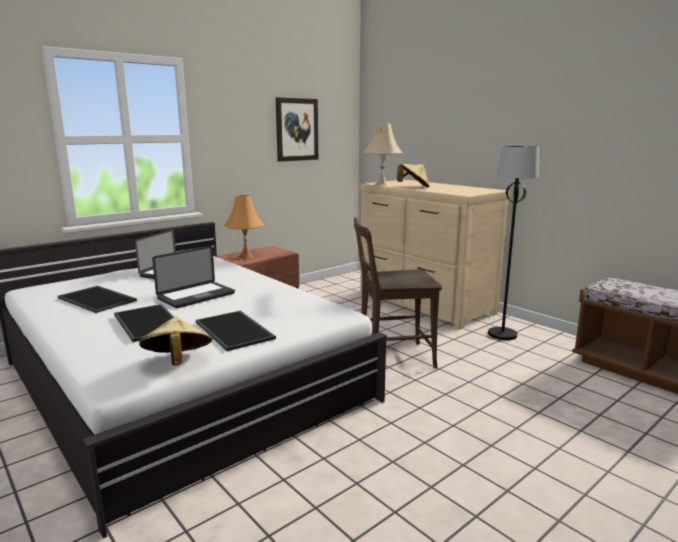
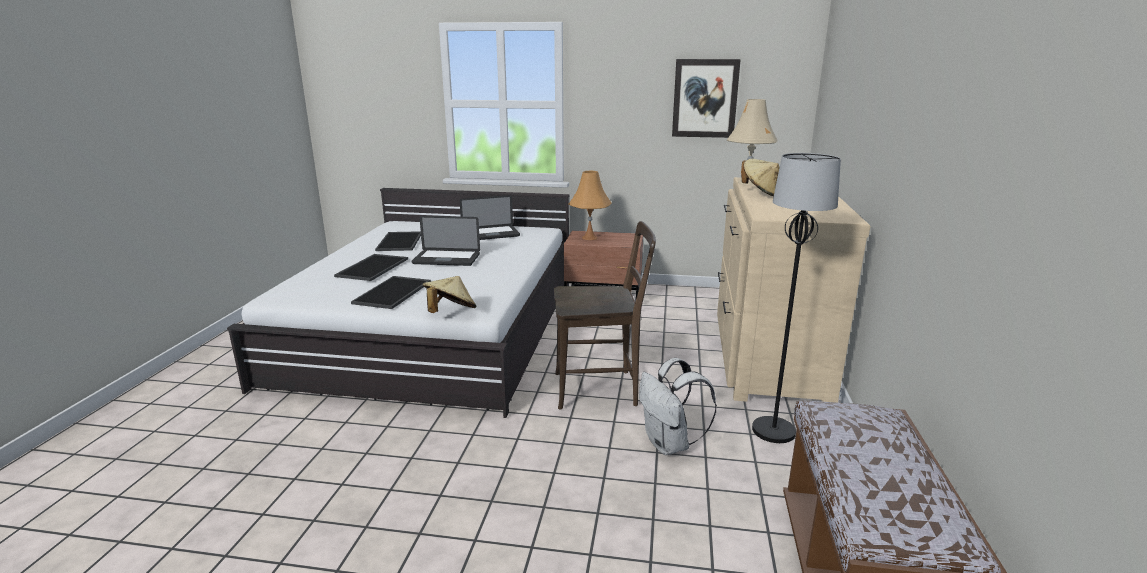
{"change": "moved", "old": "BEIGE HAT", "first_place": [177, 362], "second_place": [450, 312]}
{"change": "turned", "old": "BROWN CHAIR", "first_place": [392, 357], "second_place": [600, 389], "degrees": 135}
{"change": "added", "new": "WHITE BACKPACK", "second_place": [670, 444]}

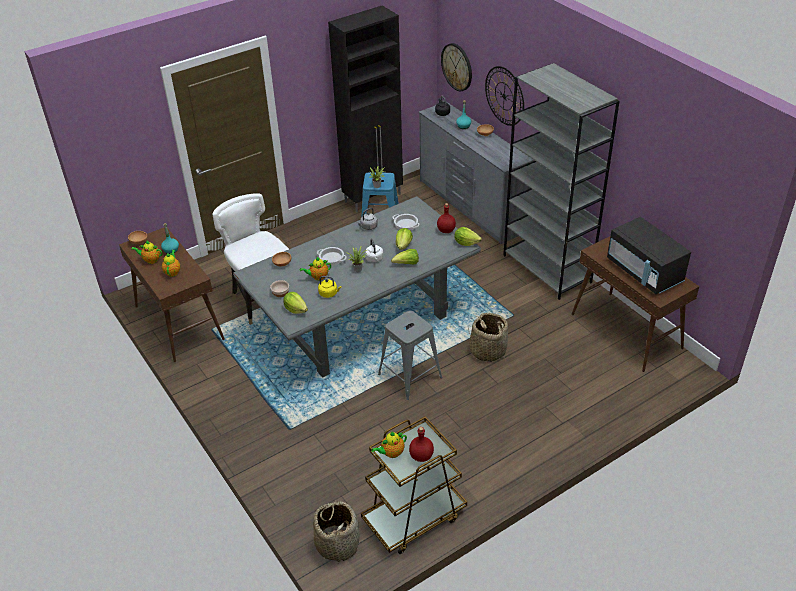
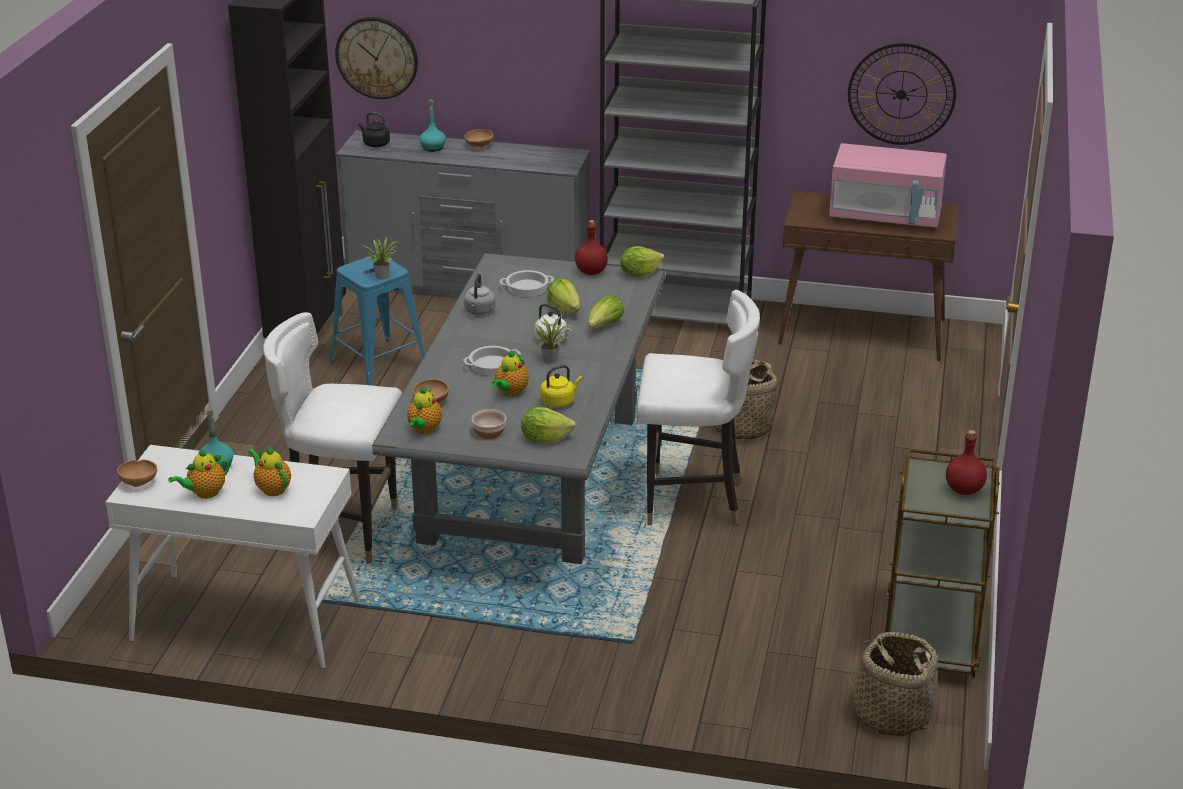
{"change": "recoloured", "old": "BROWN CONSOLE TABLE", "new": "WHITE CONSOLE TABLE", "first_place": [178, 323], "second_place": [244, 621]}
{"change": "moved", "old": "TEAPOT", "first_place": [391, 453], "second_place": [424, 430]}
{"change": "replaced", "old": "GREY STOOL", "new": "WHITE CHAIR", "first_place": [410, 376], "second_place": [691, 501]}
{"change": "recoloured", "old": "BLACK MICROWAVE", "new": "PINK MICROWAVE", "first_place": [644, 272], "second_place": [885, 216]}
{"change": "moved", "old": "WALL CLOCK", "first_place": [504, 96], "second_place": [901, 94]}

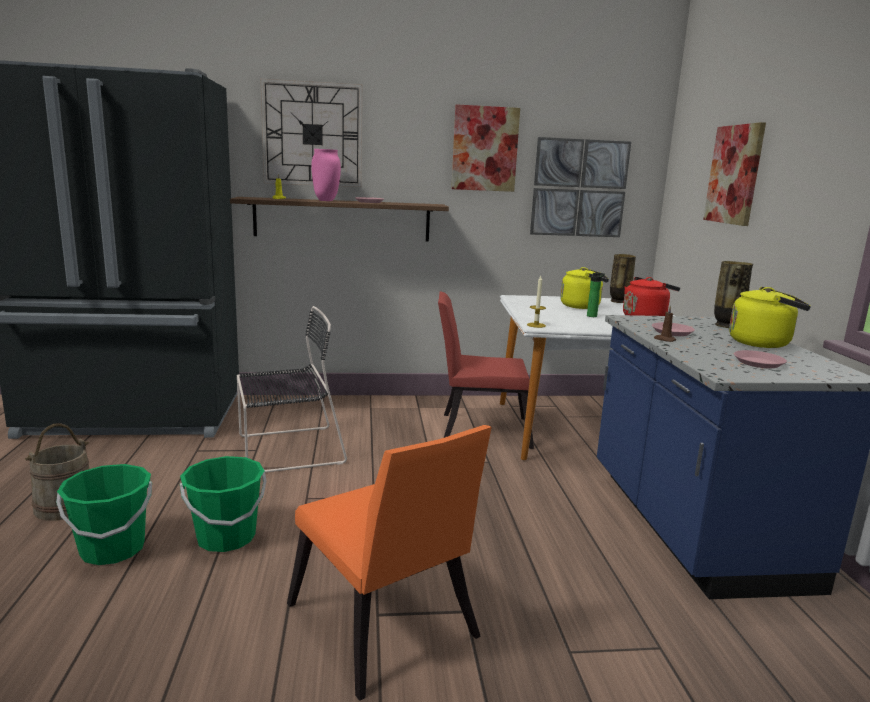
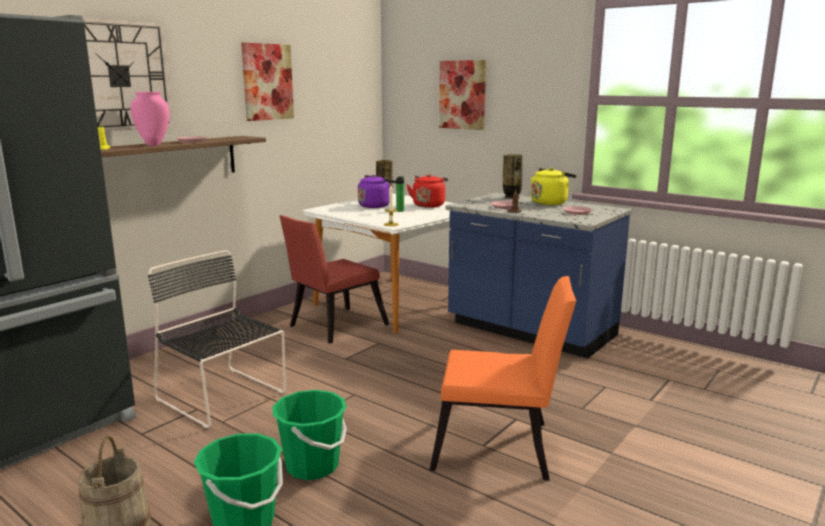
{"change": "turned", "old": "BLACK CHAIR", "first_place": [286, 450], "second_place": [223, 397], "degrees": -75}
{"change": "recoloured", "old": "YELLOW KETTLE", "new": "PURPLE KETTLE", "first_place": [582, 306], "second_place": [375, 206]}
{"change": "removed", "old": "PICTURE", "first_place": [579, 188]}

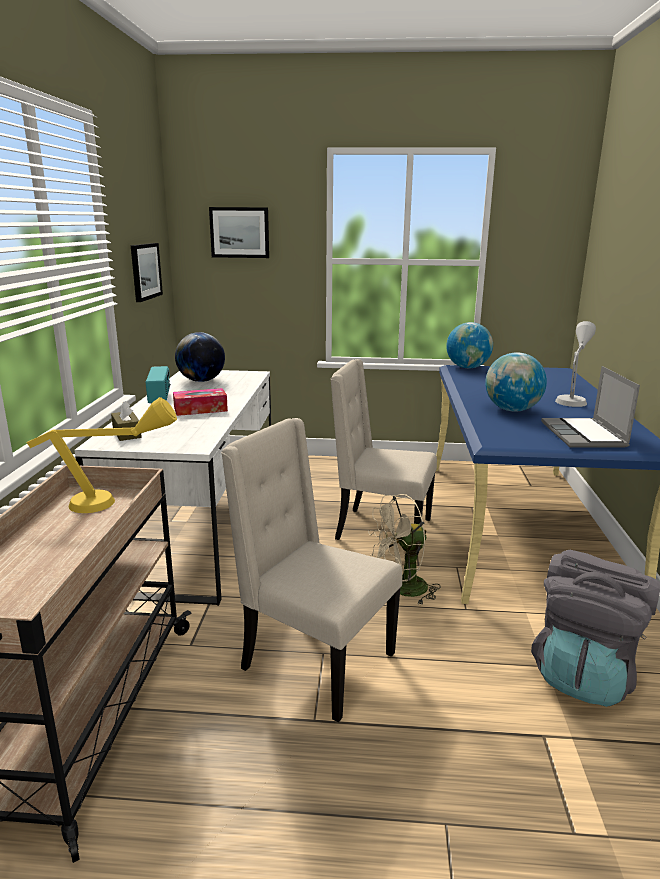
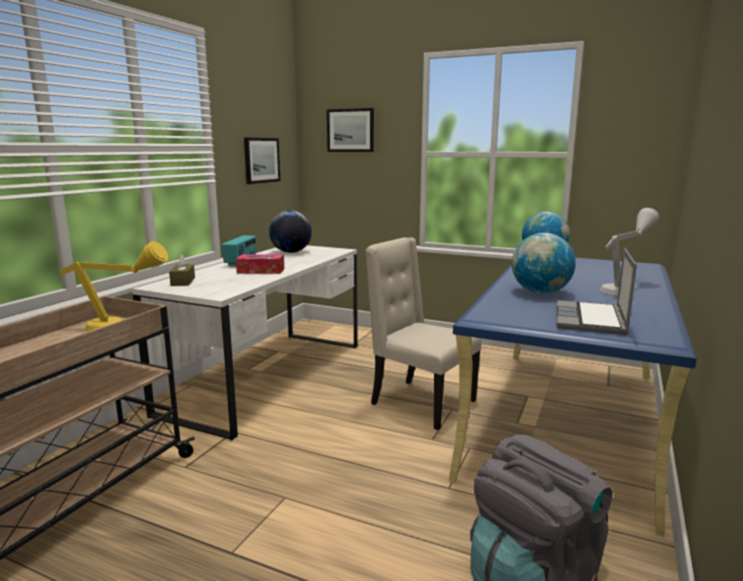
{"change": "removed", "old": "BEIGE CHAIR", "first_place": [314, 662]}
{"change": "removed", "old": "BEIGE FAN", "first_place": [401, 589]}

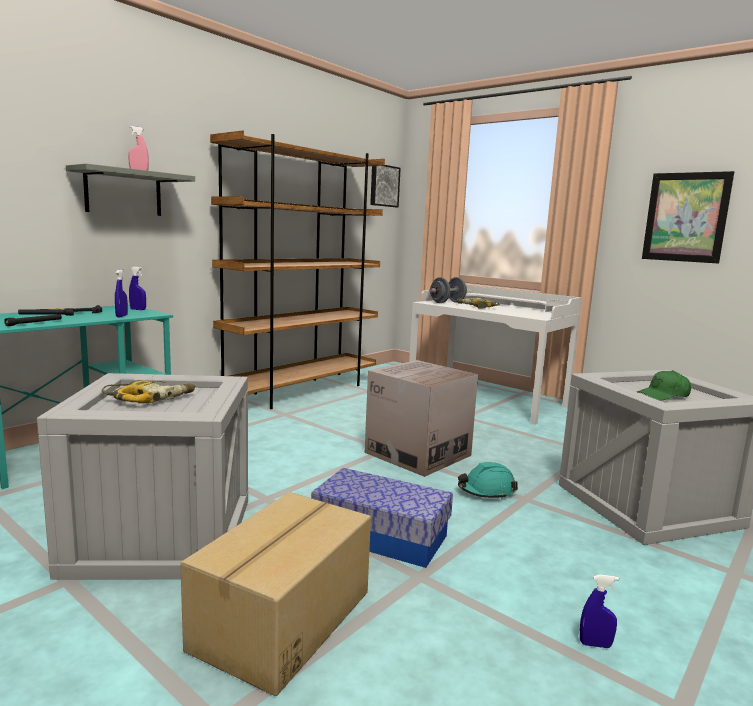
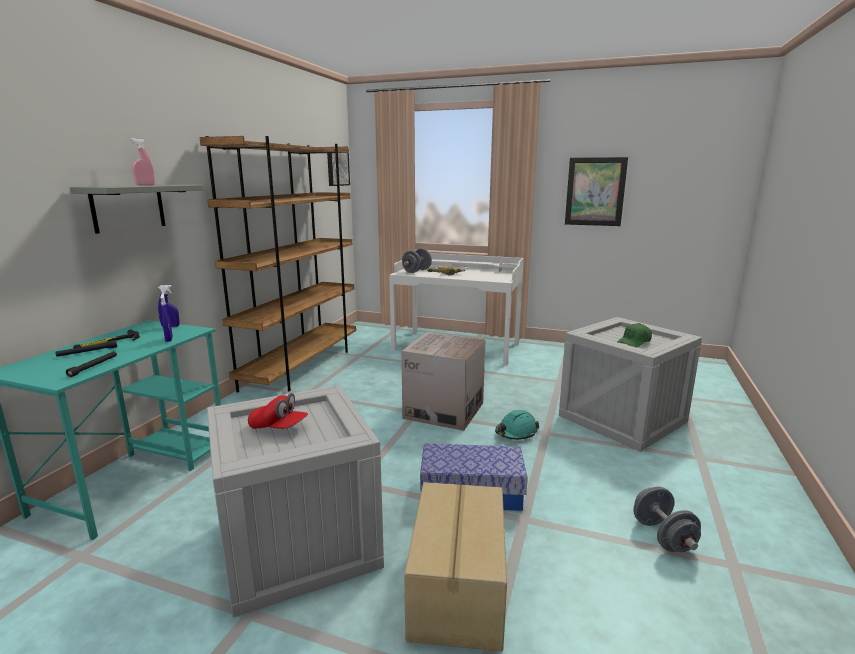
{"change": "replaced", "old": "POWER DRILL", "new": "RED CAP", "first_place": [151, 398], "second_place": [278, 427]}
{"change": "replaced", "old": "BLUE SPRAY BOTTLE", "new": "GREY DUMBBELL", "first_place": [595, 644], "second_place": [663, 536]}

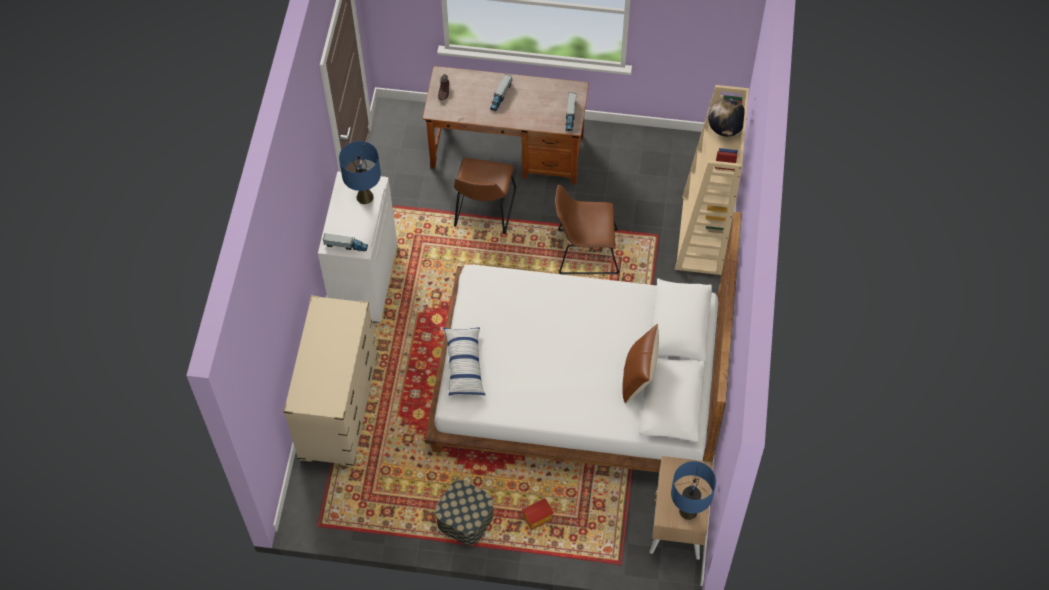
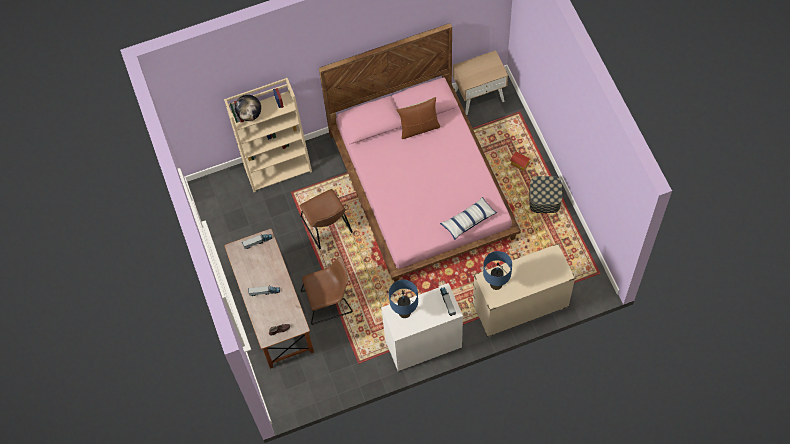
{"change": "recoloured", "old": "WHITE BED", "new": "PINK BED", "first_place": [578, 383], "second_place": [422, 185]}
{"change": "moved", "old": "BLUE TABLE LAMP", "first_place": [688, 510], "second_place": [496, 284]}

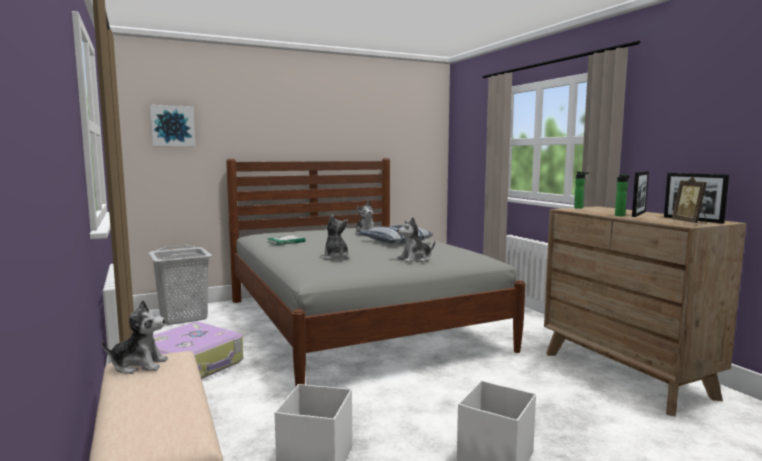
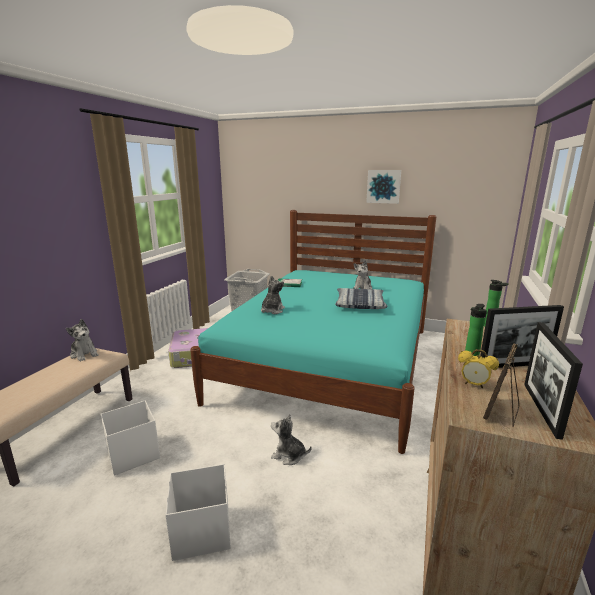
{"change": "recoloured", "old": "GREY BED", "new": "TURQUOISE BED", "first_place": [356, 323], "second_place": [330, 362]}
{"change": "moved", "old": "PLUSH TOY", "first_place": [415, 259], "second_place": [289, 455]}
{"change": "moved", "old": "PICTURE", "first_place": [172, 126], "second_place": [383, 186]}
{"change": "added", "new": "ALARM CLOCK", "second_place": [474, 385]}

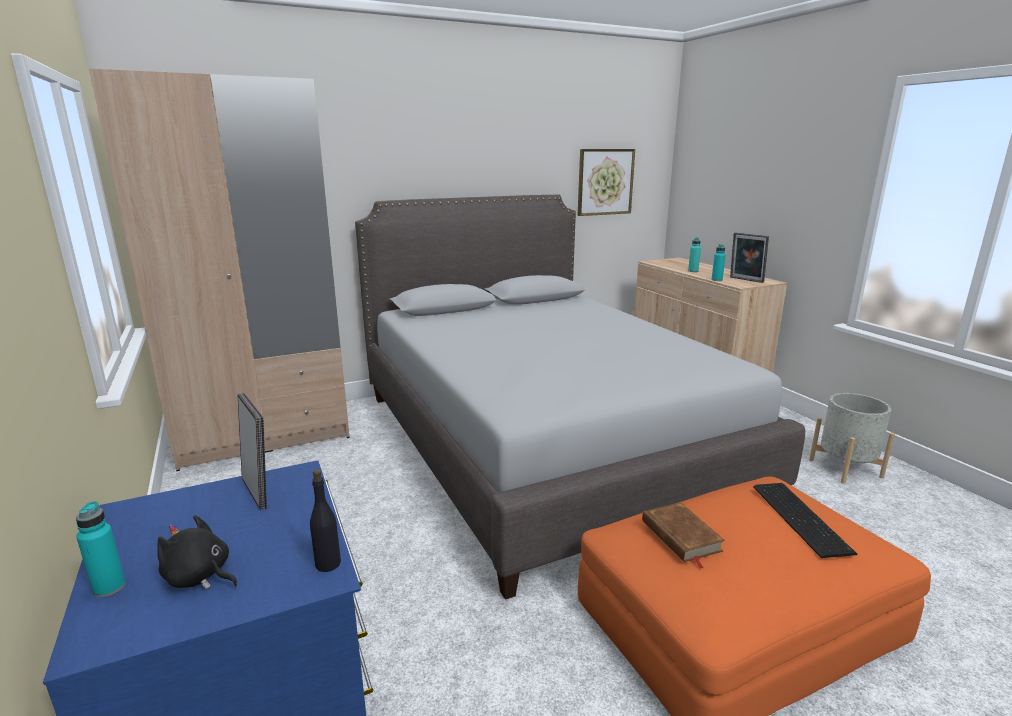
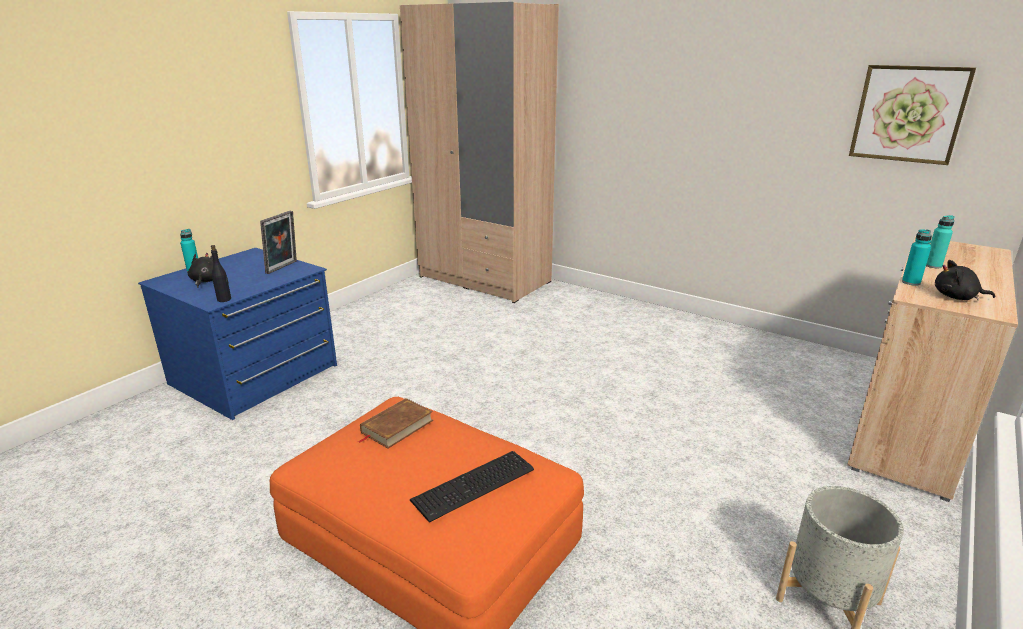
{"change": "replaced", "old": "PICTURE FRAME", "new": "BLACK PLUSH TOY", "first_place": [745, 280], "second_place": [957, 297]}
{"change": "removed", "old": "GREY BED", "first_place": [544, 442]}

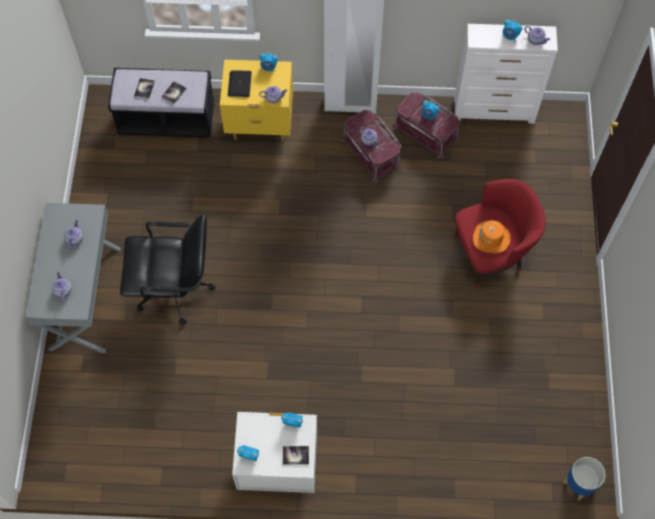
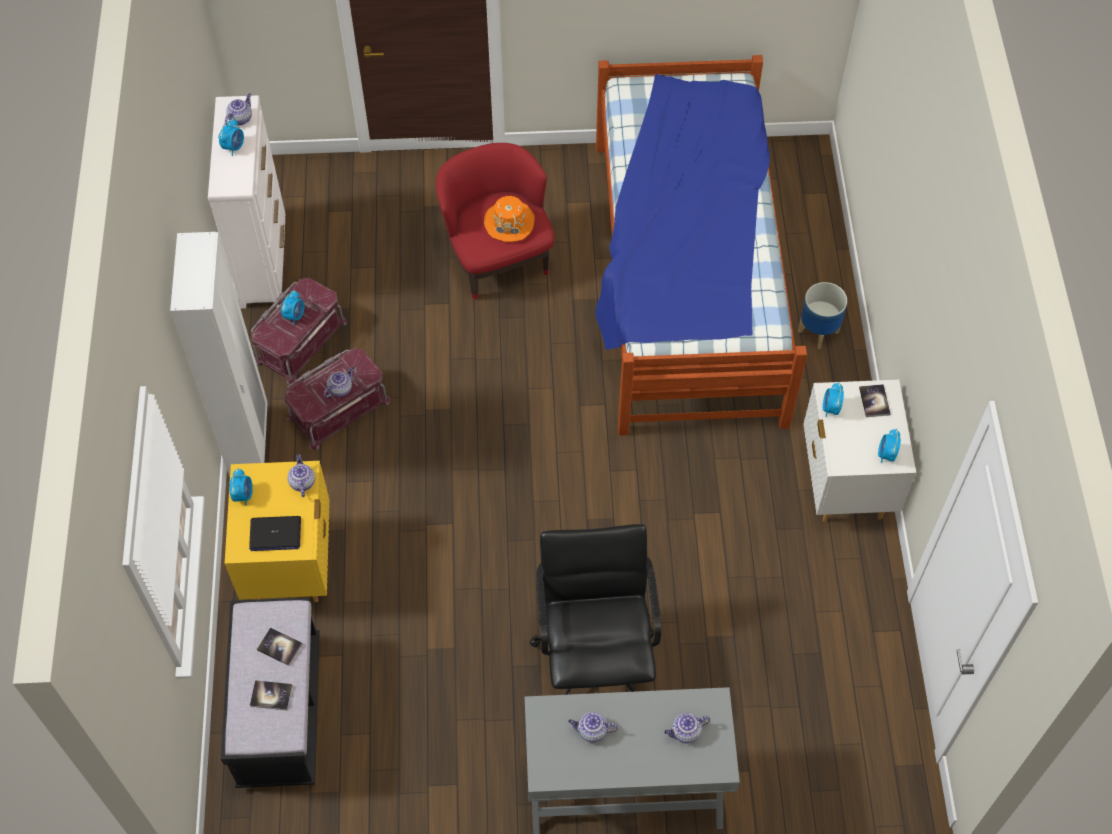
{"change": "added", "new": "BED", "second_place": [685, 279]}
{"change": "moved", "old": "PLANTER", "first_place": [579, 485], "second_place": [818, 331]}

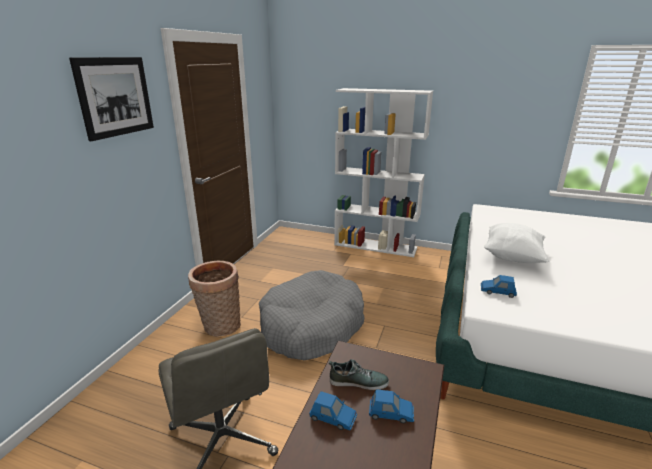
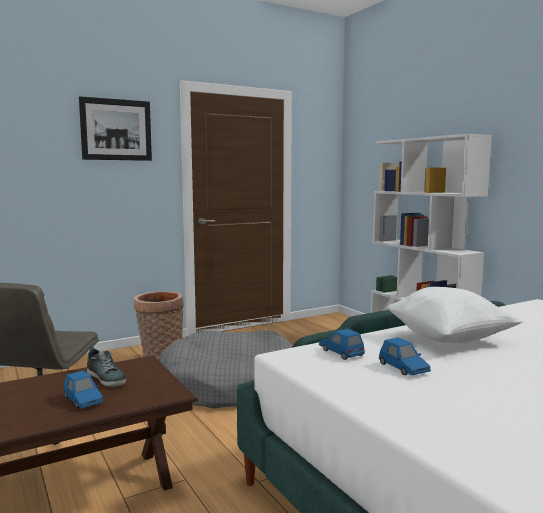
{"change": "moved", "old": "BLUE TOY CAR", "first_place": [333, 417], "second_place": [403, 368]}

